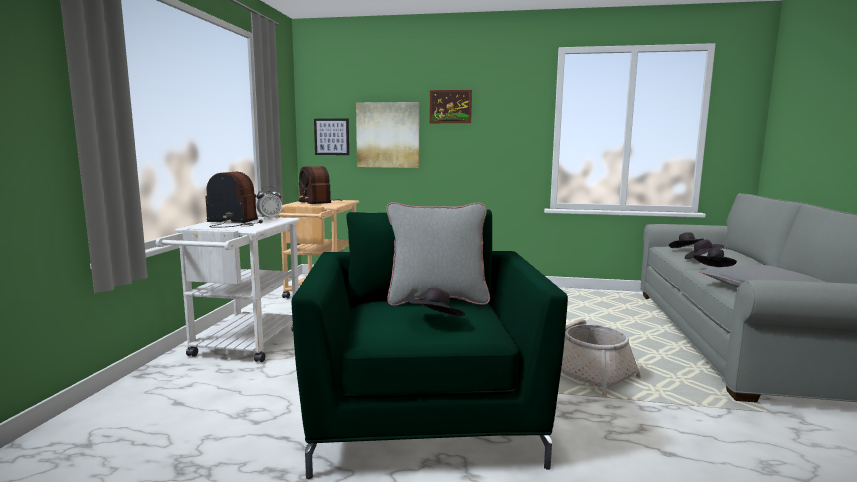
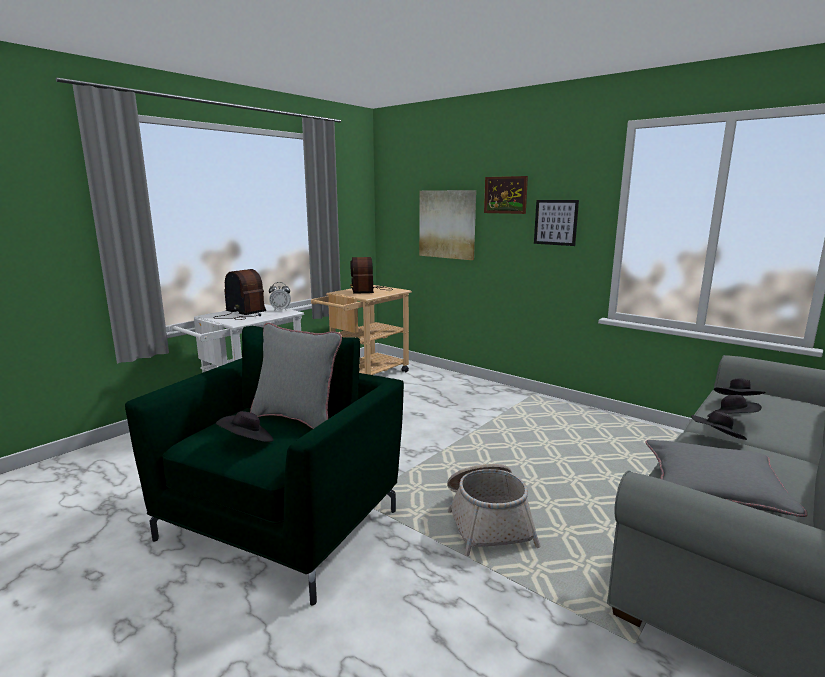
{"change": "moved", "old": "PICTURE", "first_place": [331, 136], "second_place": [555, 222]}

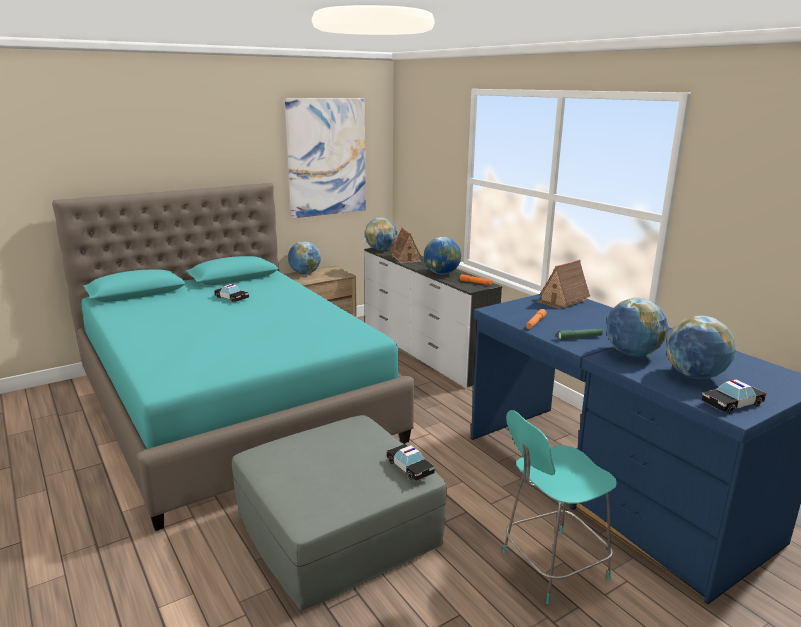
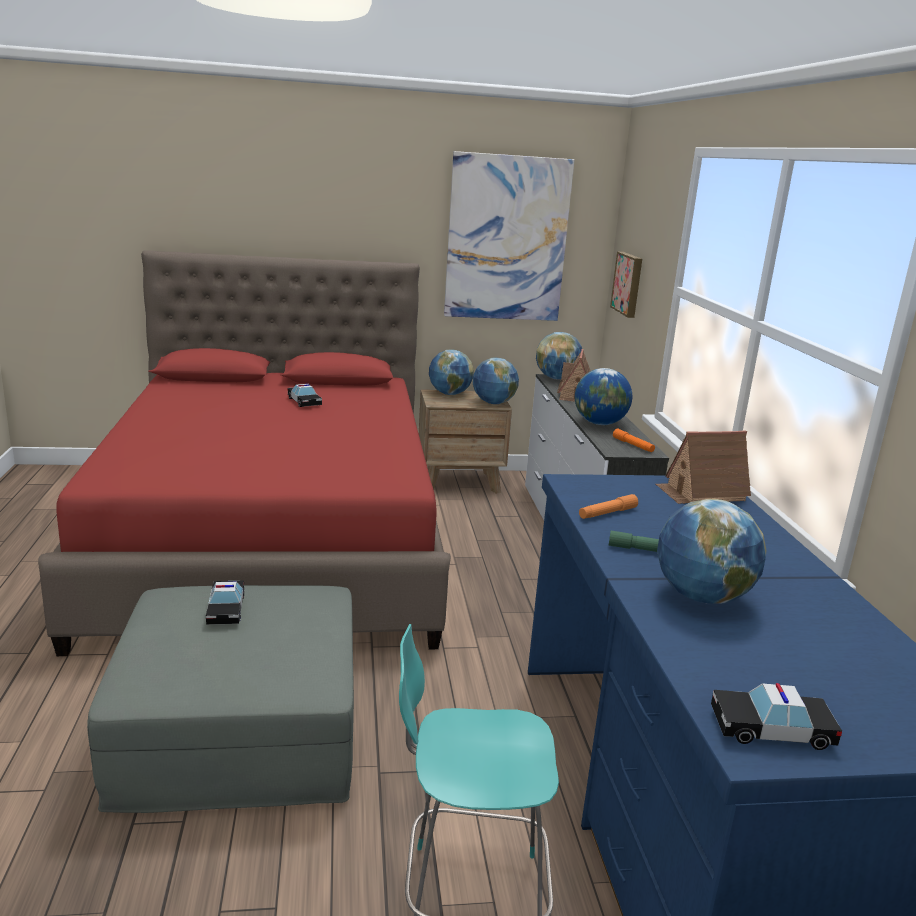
{"change": "recoloured", "old": "TURQUOISE BED", "new": "RED BED", "first_place": [234, 406], "second_place": [274, 541]}
{"change": "moved", "old": "TOY CAR", "first_place": [410, 467], "second_place": [226, 609]}
{"change": "moved", "old": "GLOBE", "first_place": [694, 376], "second_place": [493, 403]}
{"change": "added", "new": "PICTURE", "second_place": [628, 284]}

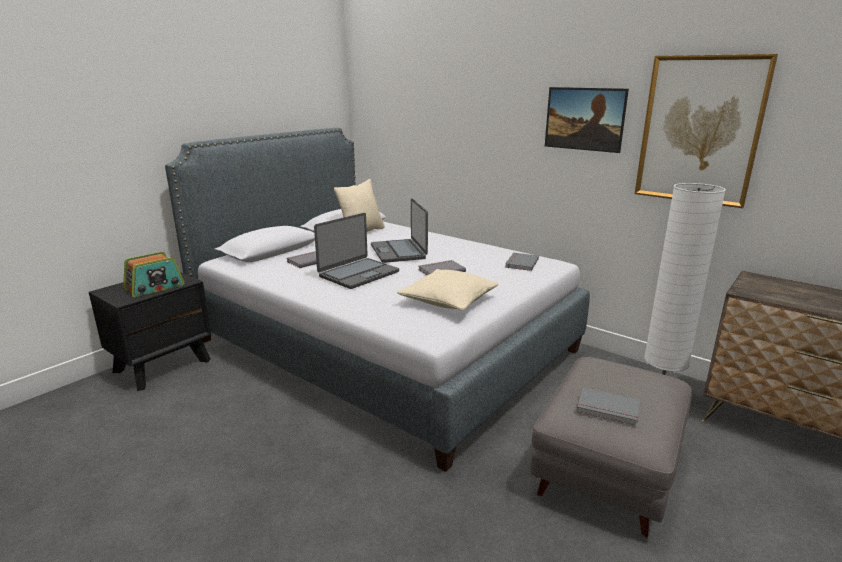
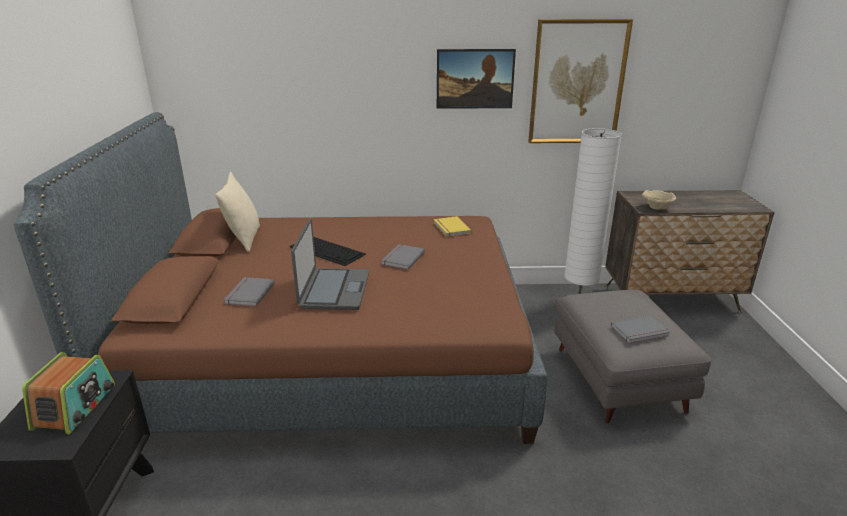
{"change": "recoloured", "old": "GREY BED", "new": "BROWN BED", "first_place": [384, 345], "second_place": [333, 357]}
{"change": "replaced", "old": "LAPTOP", "new": "KEYBOARD", "first_place": [399, 252], "second_place": [328, 250]}
{"change": "recoloured", "old": "GREY BOOK", "new": "YELLOW BOOK", "first_place": [520, 263], "second_place": [450, 228]}
{"change": "added", "new": "BEIGE BOWL", "second_place": [656, 207]}
{"change": "removed", "old": "BEIGE PILLOW", "first_place": [448, 301]}

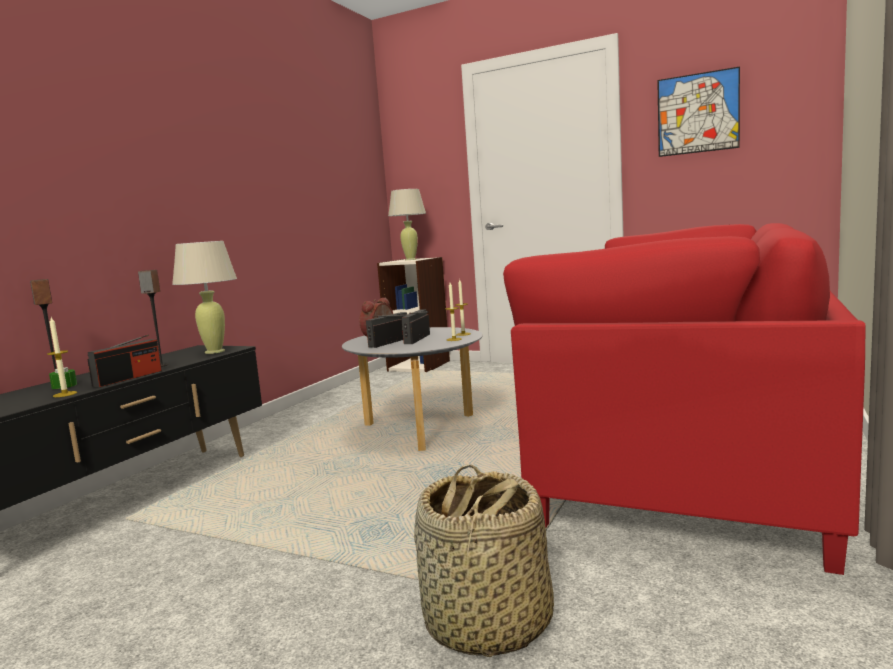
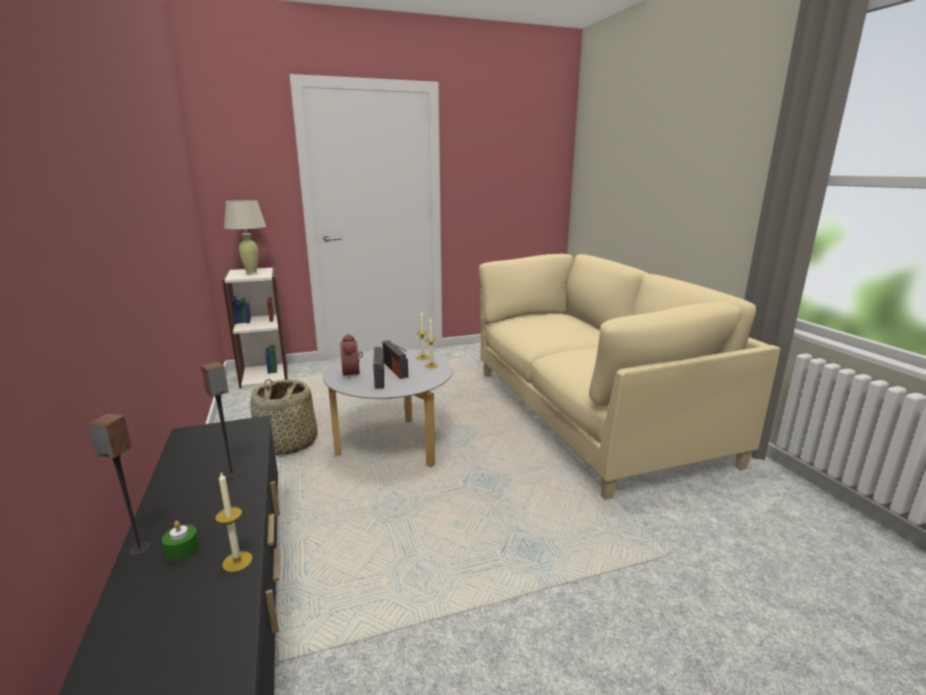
{"change": "moved", "old": "BASKET", "first_place": [486, 623], "second_place": [288, 444]}
{"change": "recoloured", "old": "RED SOFA", "new": "BEIGE SOFA", "first_place": [692, 453], "second_place": [589, 414]}
{"change": "removed", "old": "RADIO", "first_place": [128, 378]}
{"change": "removed", "old": "BEIGE TABLE LAMP", "first_place": [215, 351]}
{"change": "removed", "old": "PICTURE", "first_place": [697, 113]}

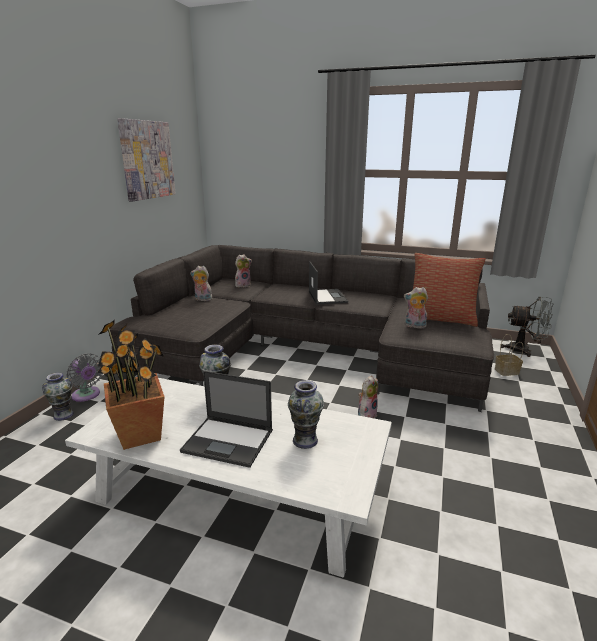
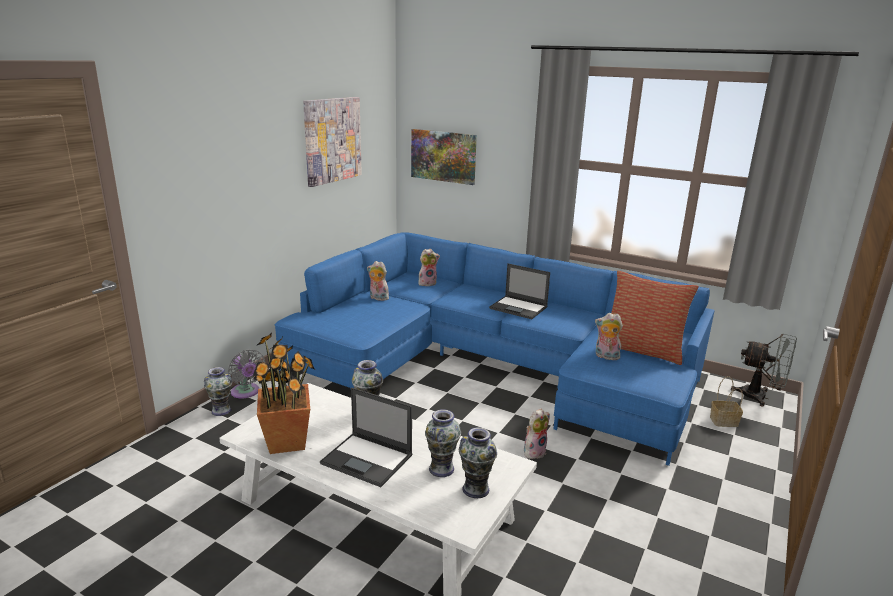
{"change": "recoloured", "old": "GREY SOFA", "new": "BLUE SOFA", "first_place": [307, 349], "second_place": [491, 366]}
{"change": "added", "new": "PICTURE", "second_place": [443, 156]}
{"change": "added", "new": "VASE", "second_place": [475, 489]}
{"change": "turned", "old": "LAPTOP", "first_place": [327, 297], "second_place": [519, 308], "degrees": 120}

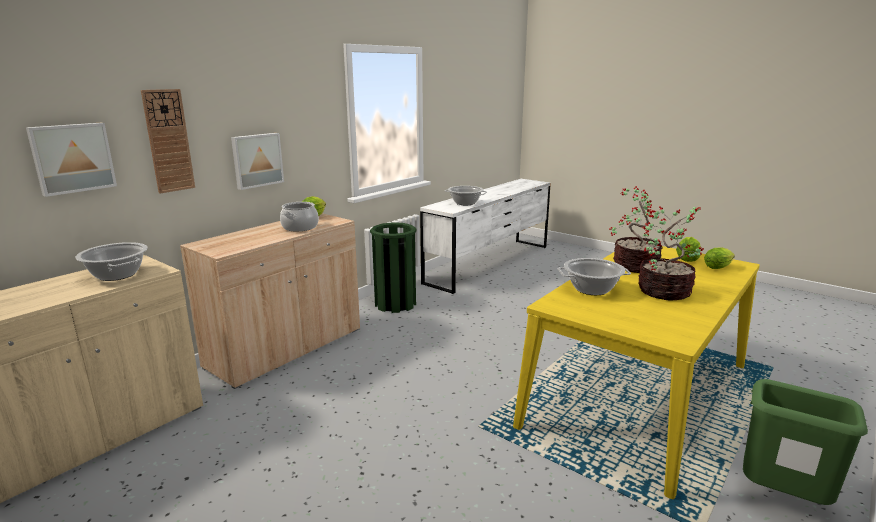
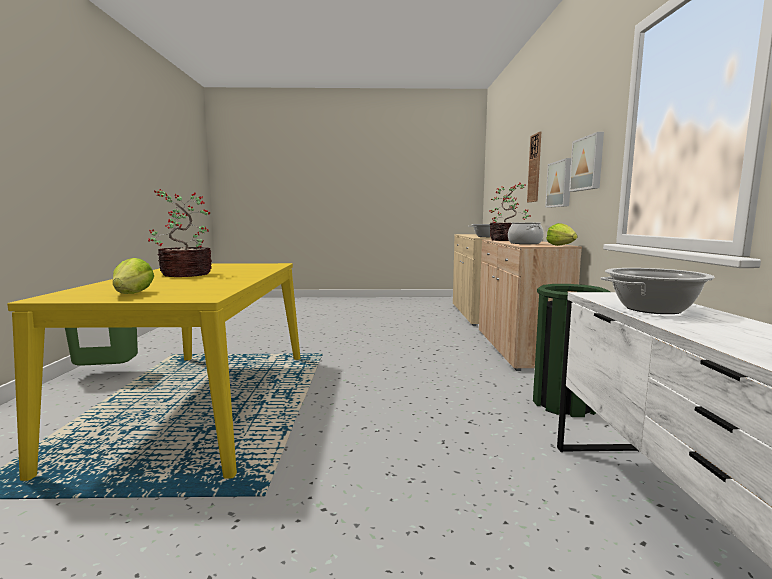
{"change": "moved", "old": "POTTED PLANT", "first_place": [634, 266], "second_place": [507, 240]}
{"change": "moved", "old": "PICTURE", "first_place": [72, 158], "second_place": [588, 163]}
{"change": "removed", "old": "COOKING POT", "first_place": [592, 289]}
{"change": "removed", "old": "LETTUCE", "first_place": [719, 267]}

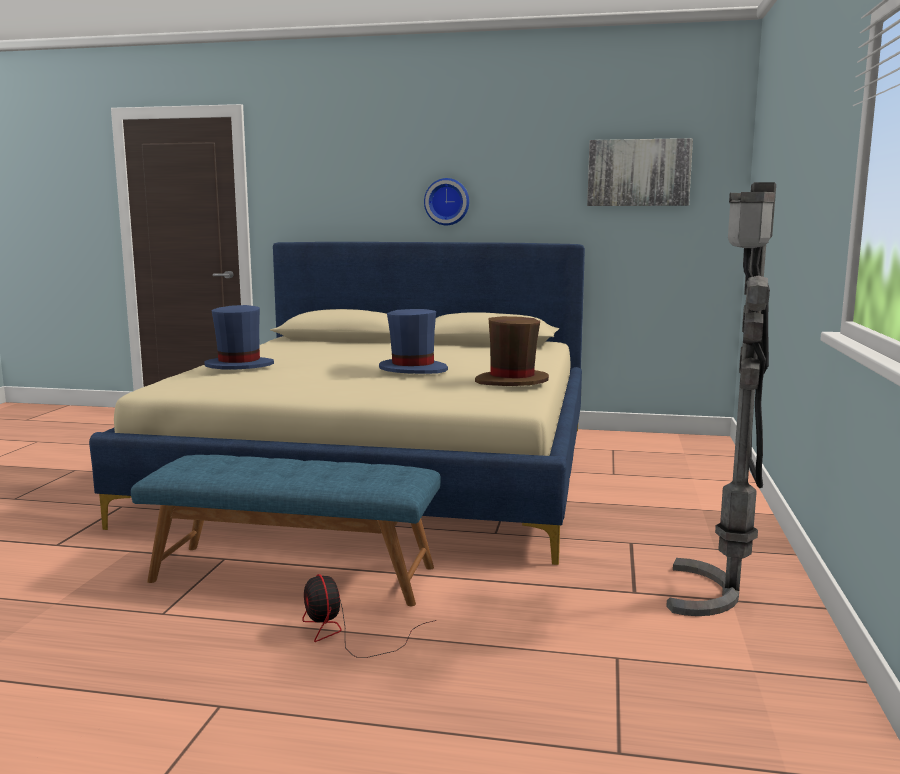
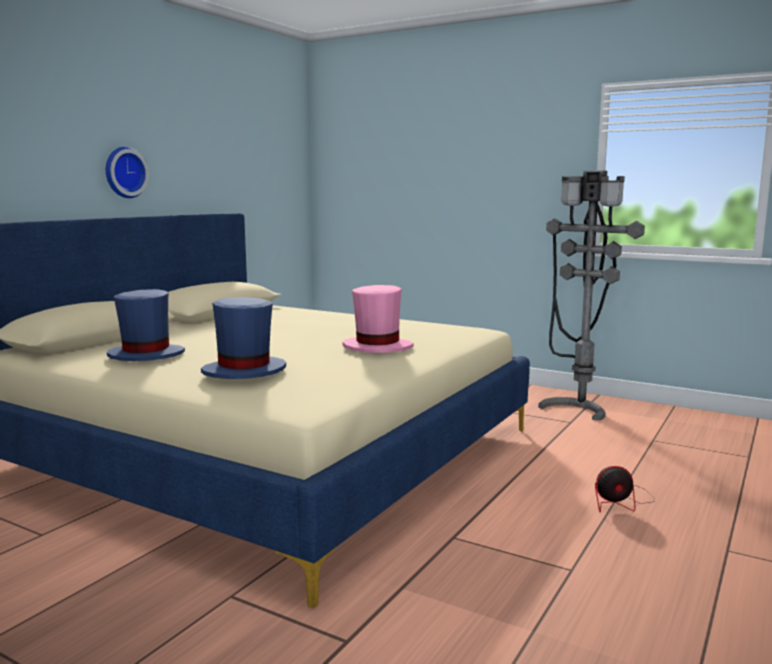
{"change": "moved", "old": "BLUE HAT", "first_place": [413, 369], "second_place": [146, 355]}
{"change": "added", "new": "PINK HAT", "second_place": [377, 347]}
{"change": "removed", "old": "BLUE BENCH", "first_place": [294, 573]}
{"change": "removed", "old": "BROWN HAT", "first_place": [512, 381]}
{"change": "removed", "old": "PICTURE", "first_place": [638, 173]}

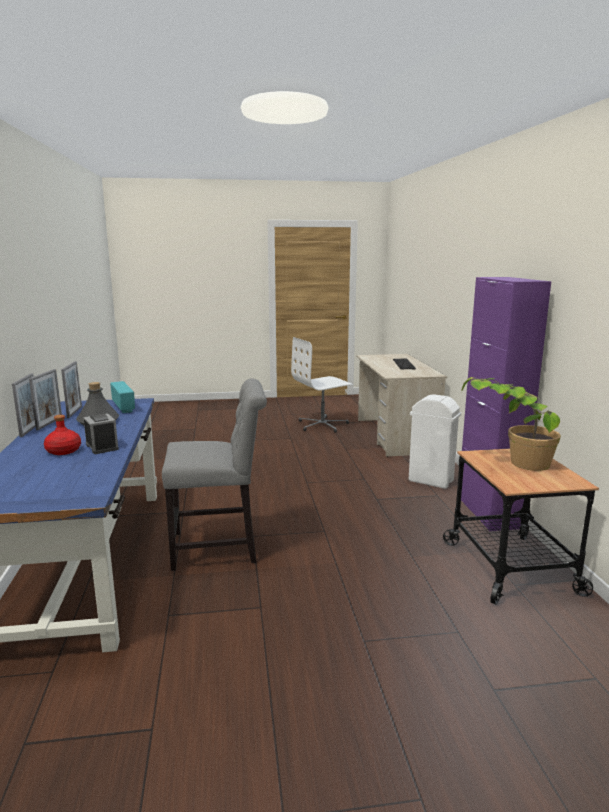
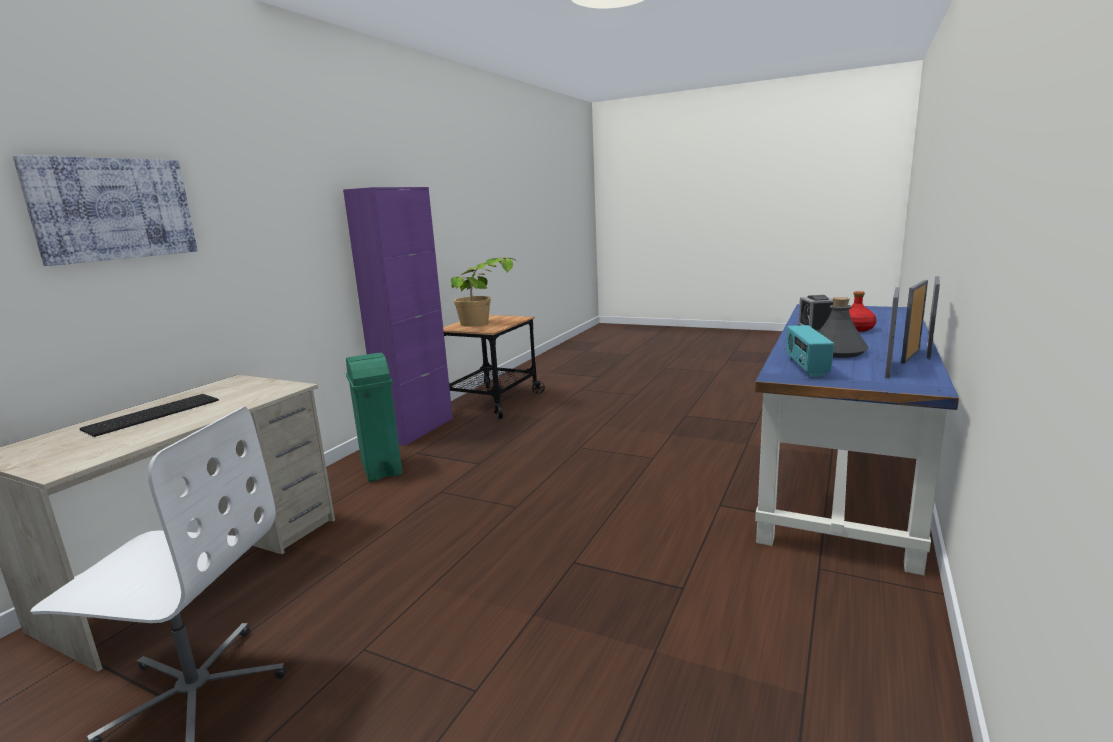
{"change": "added", "new": "PICTURE", "second_place": [114, 209]}
{"change": "recoloured", "old": "WHITE TRASH CAN", "new": "GREEN TRASH CAN", "first_place": [430, 480], "second_place": [381, 469]}
{"change": "removed", "old": "GREY CHAIR", "first_place": [220, 548]}

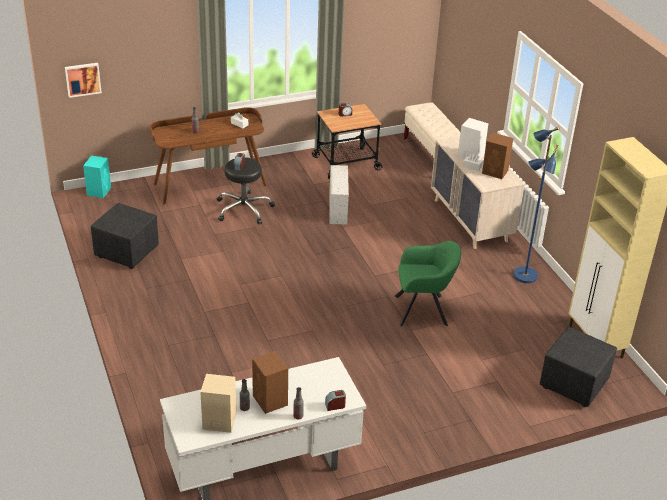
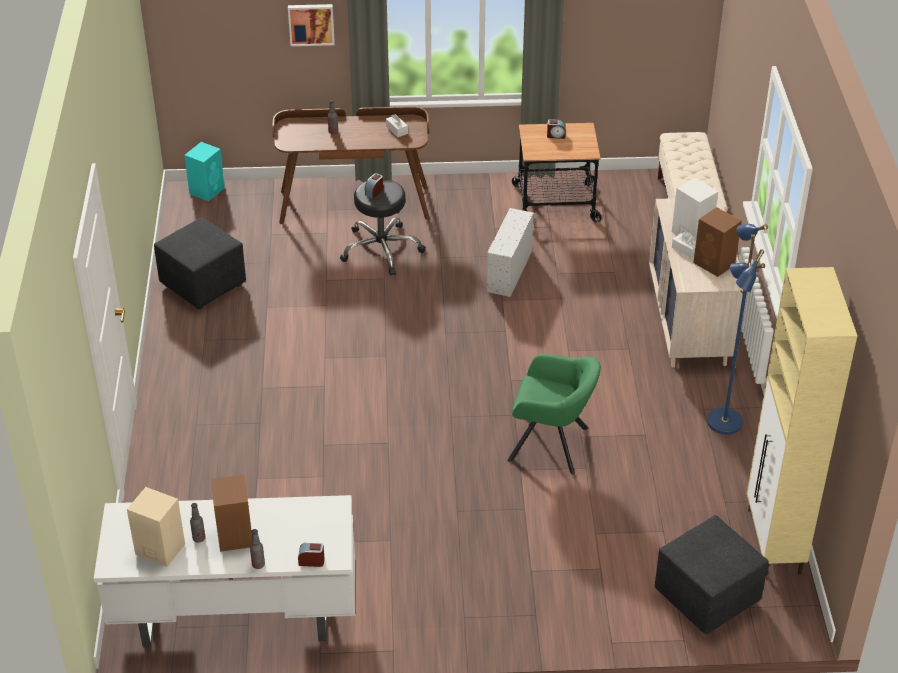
{"change": "moved", "old": "PICTURE", "first_place": [83, 79], "second_place": [311, 24]}

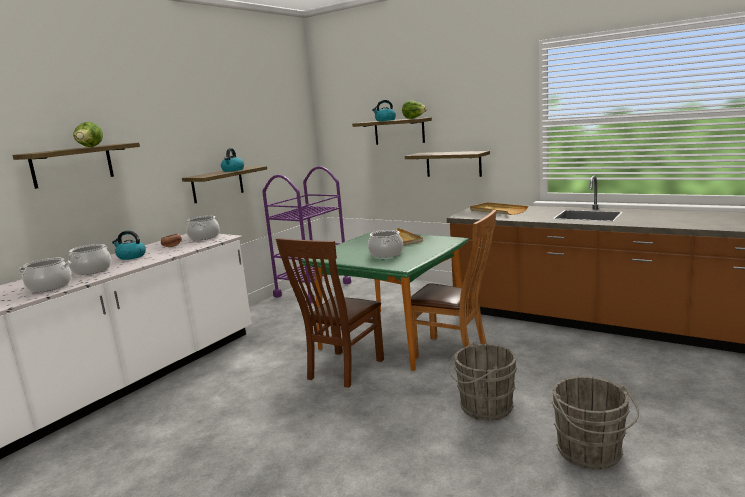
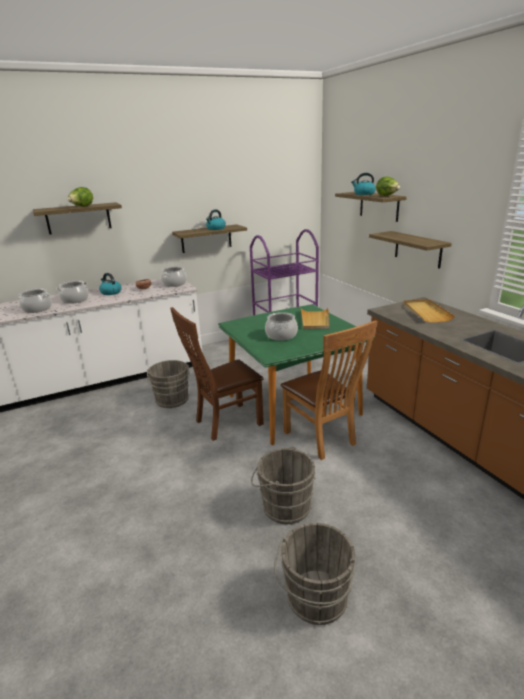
{"change": "added", "new": "GREY BUCKET", "second_place": [172, 401]}

